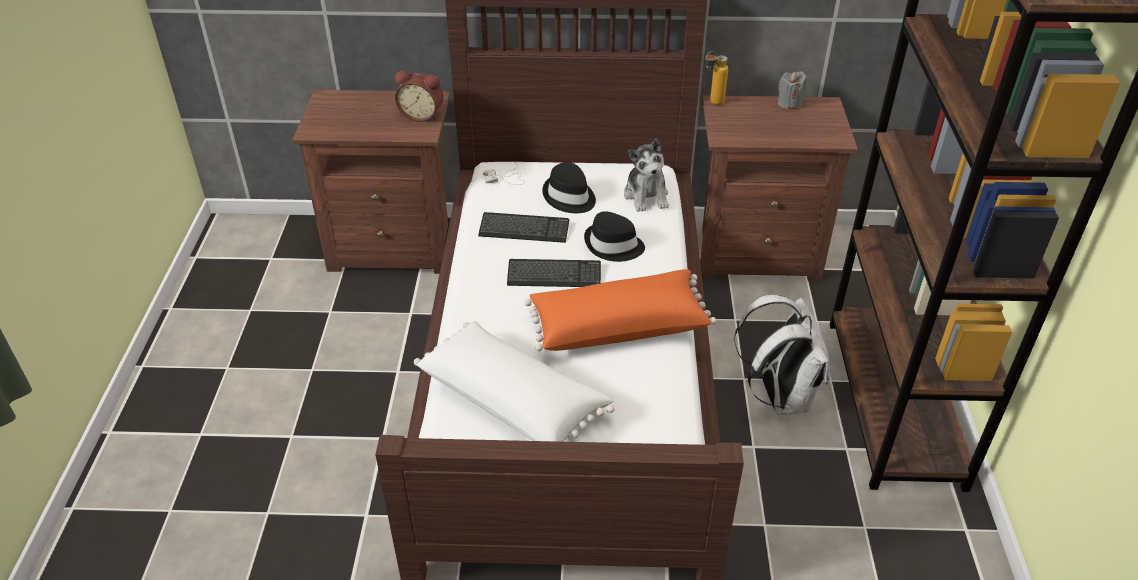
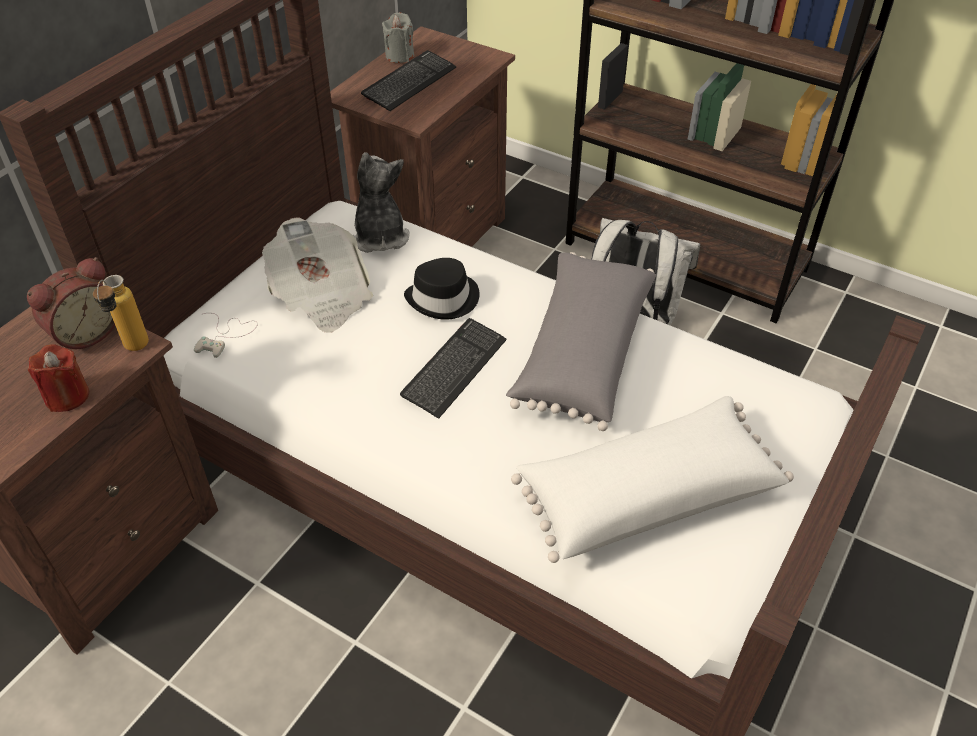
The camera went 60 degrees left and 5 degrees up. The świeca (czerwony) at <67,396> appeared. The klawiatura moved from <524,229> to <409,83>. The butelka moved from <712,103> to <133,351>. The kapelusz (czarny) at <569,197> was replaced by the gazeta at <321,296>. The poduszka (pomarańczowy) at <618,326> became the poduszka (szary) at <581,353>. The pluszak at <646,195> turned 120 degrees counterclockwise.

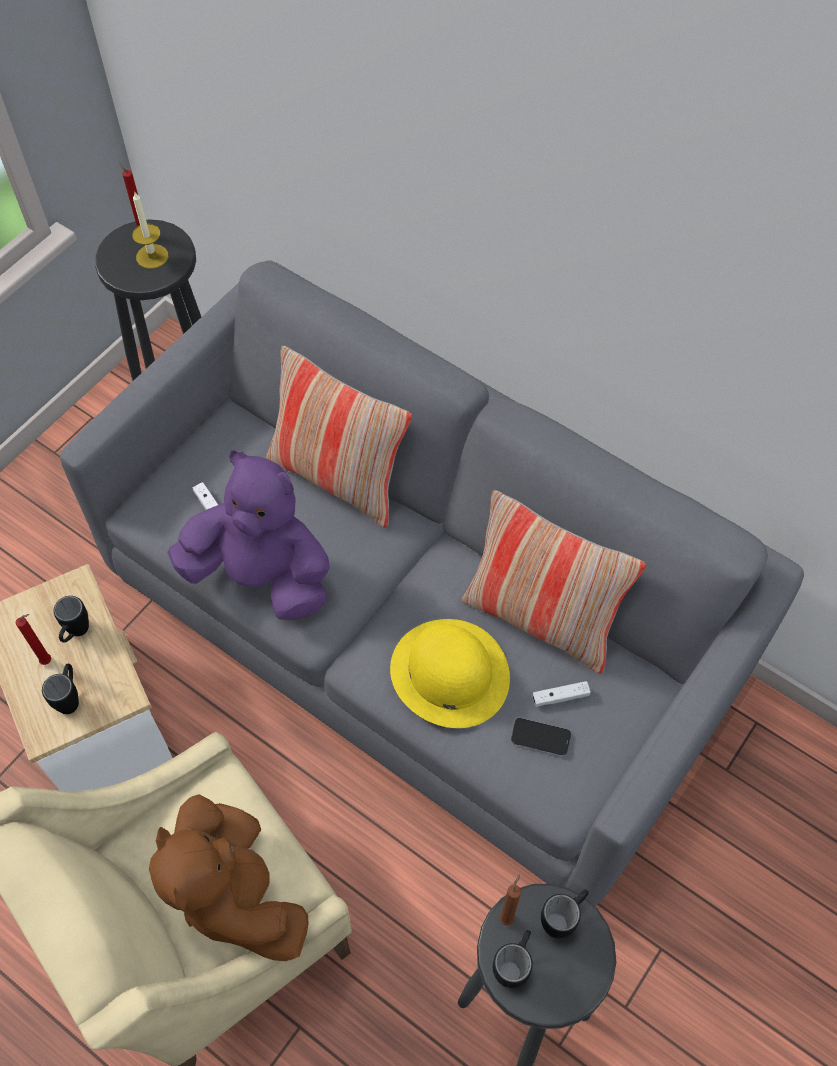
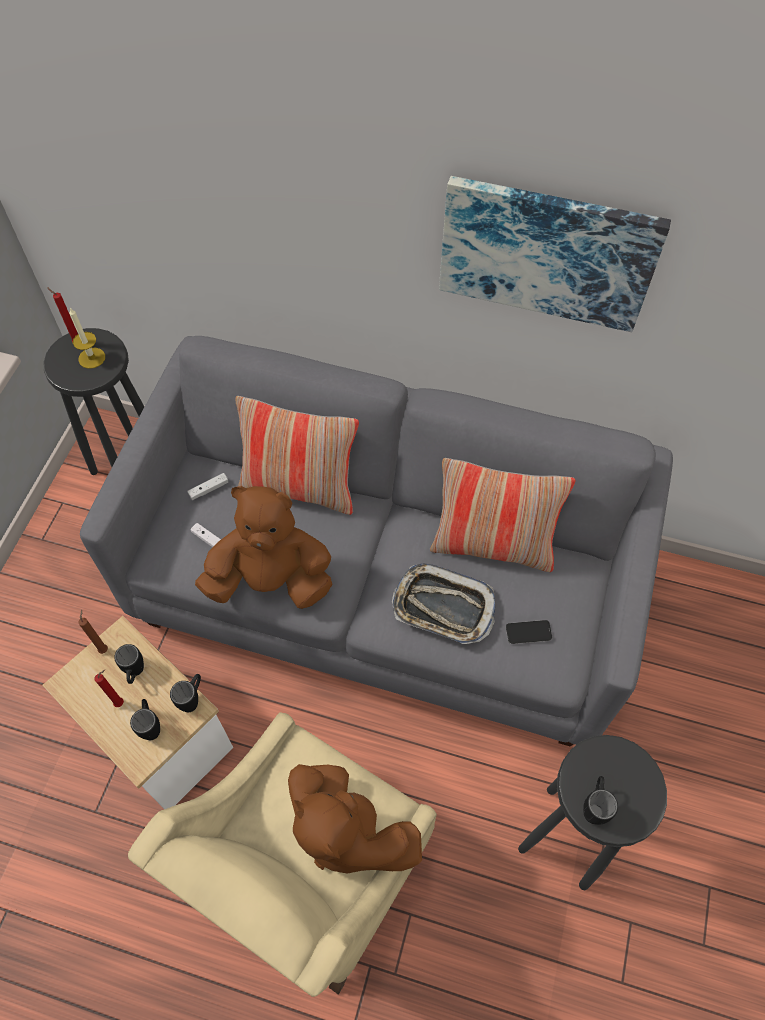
The camera went 20 degrees left and 0 degrees up. The obraz at <547,252> appeared. The świeca (brązowy) moved from <507,916> to <104,648>. The pad do gier (biały) moved from <560,697> to <209,489>. The kubek (czarny) moved from <563,918> to <192,698>. The kapelusz (żółty) at <449,673> was replaced by the taca at <443,607>. The pluszak (fioletowy) at <261,576> became the pluszak (brązowy) at <271,580>.

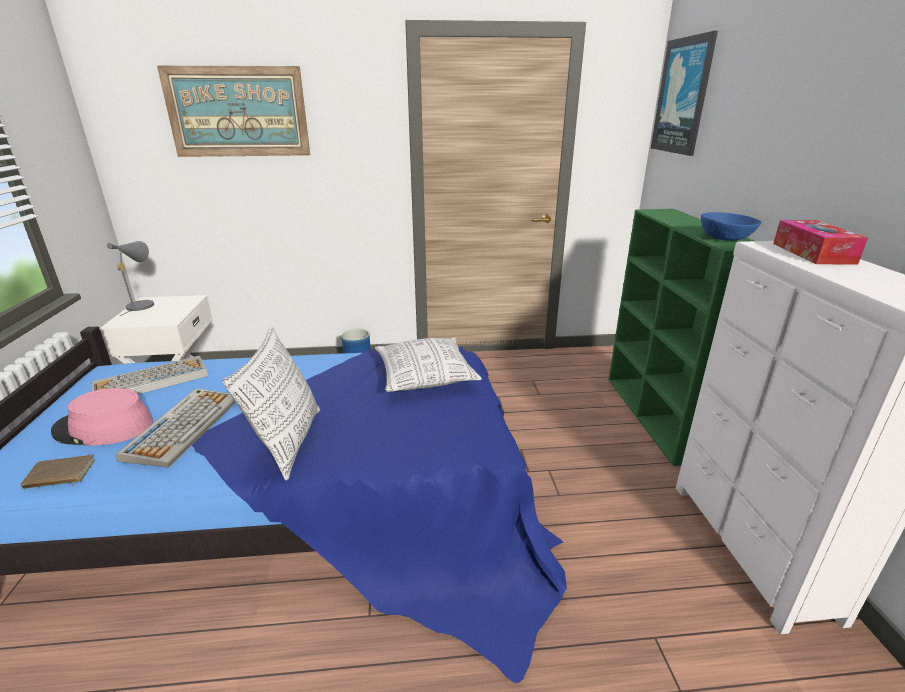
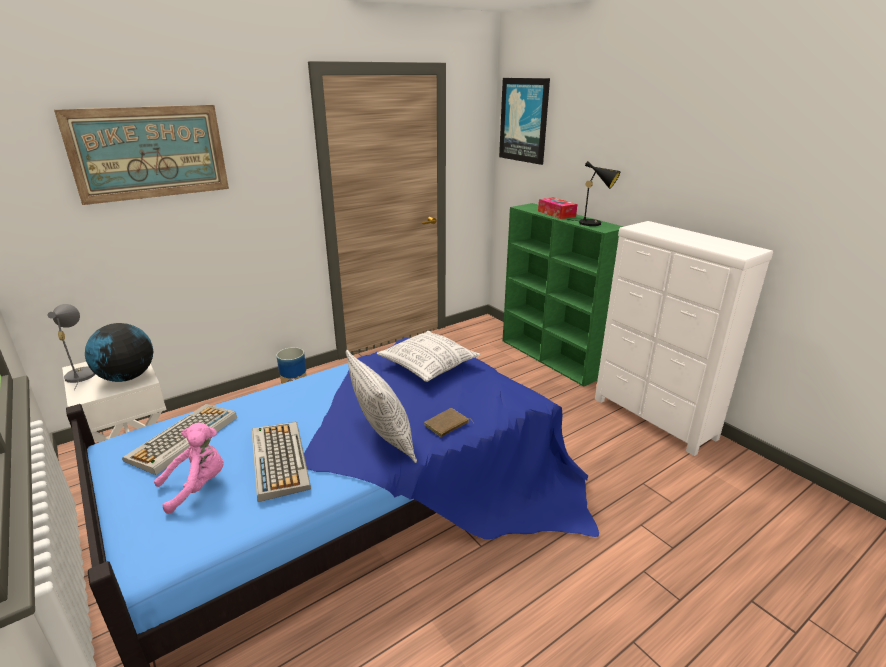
The camera went 30 degrees left and 0 degrees up. The globus at <127,377> appeared. The książka (brązowy) moved from <59,476> to <447,425>. The pudełko chusteczek moved from <812,253> to <556,214>. The kapelusz (różowy) at <104,427> was replaced by the pluszak (różowy) at <197,486>. The miska (niebieski) at <725,238> was replaced by the lampa stołowa (czarny) at <593,223>.

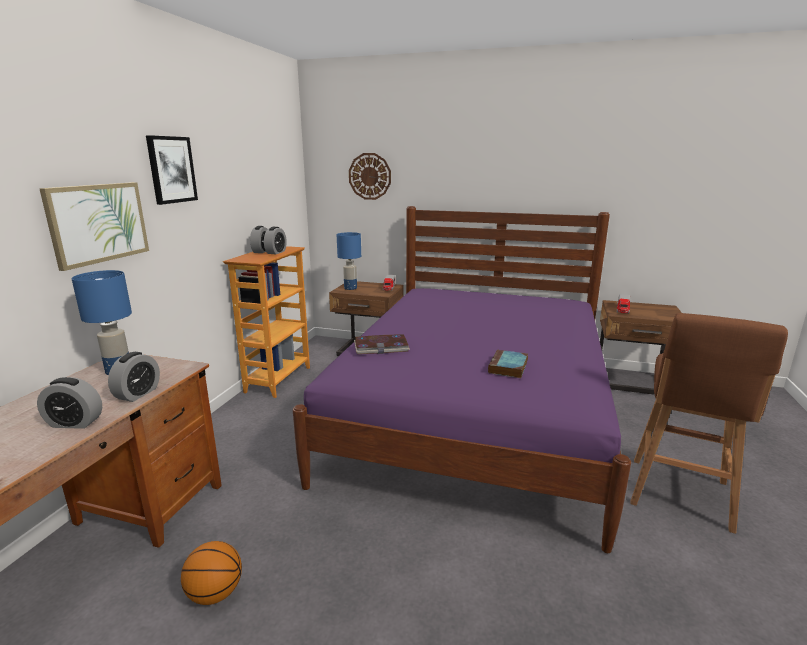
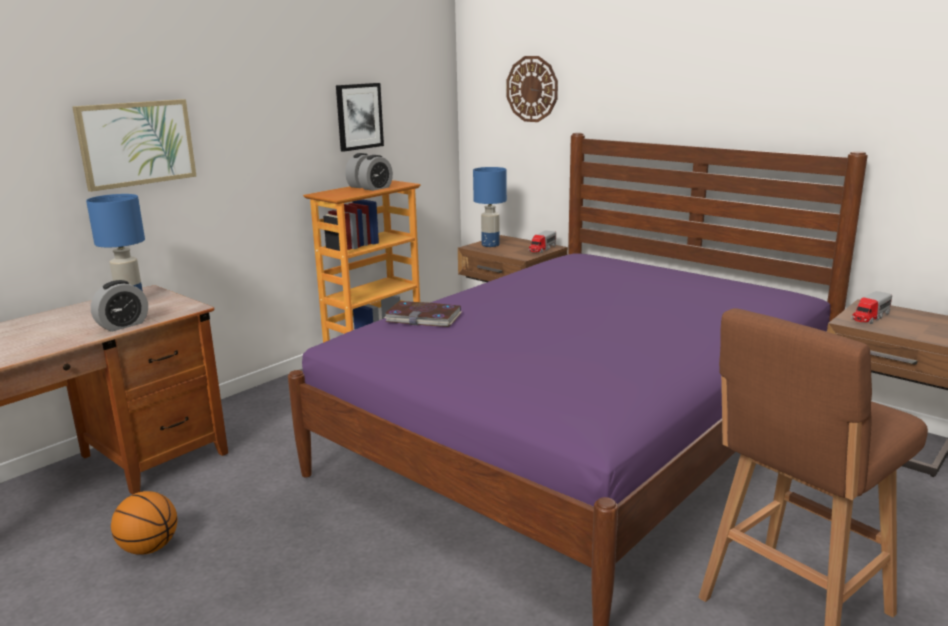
The camera went 25 degrees right and 0 degrees up. The budzik at <75,423> disappeared. The książka at <508,367> disappeared. The obraz moved from <171,169> to <359,116>.

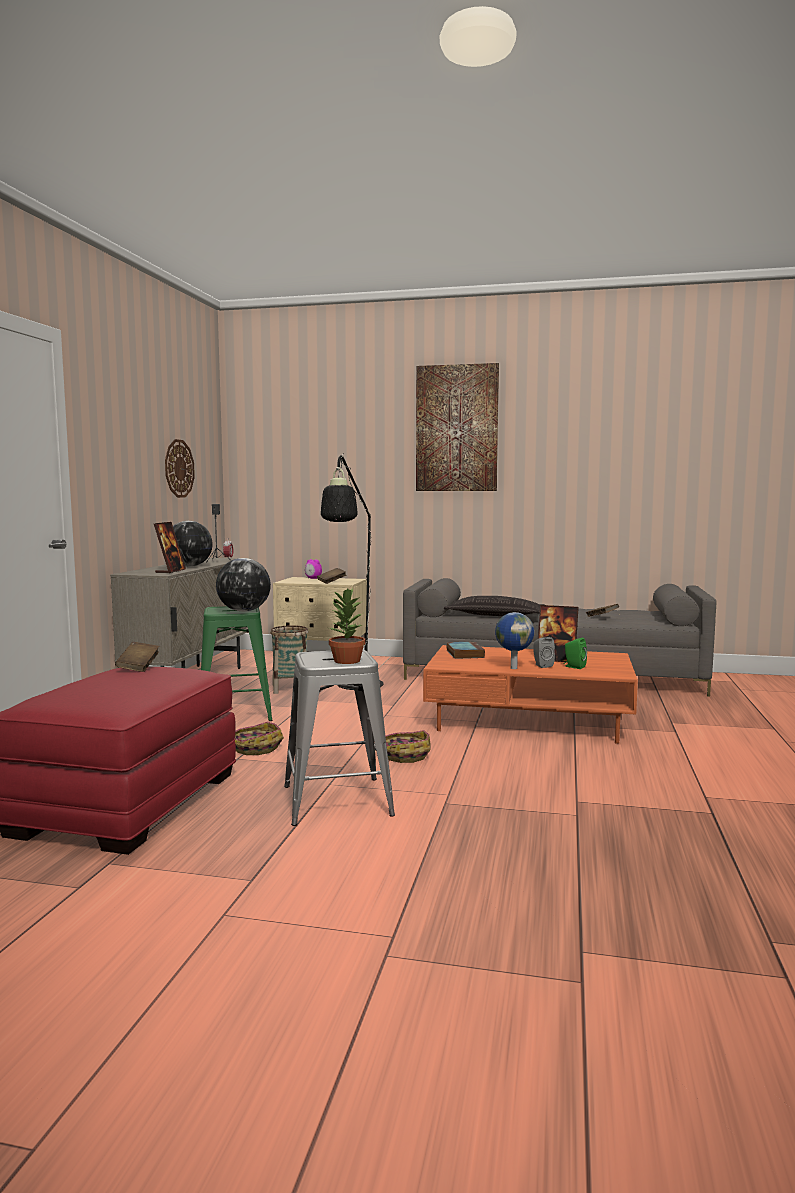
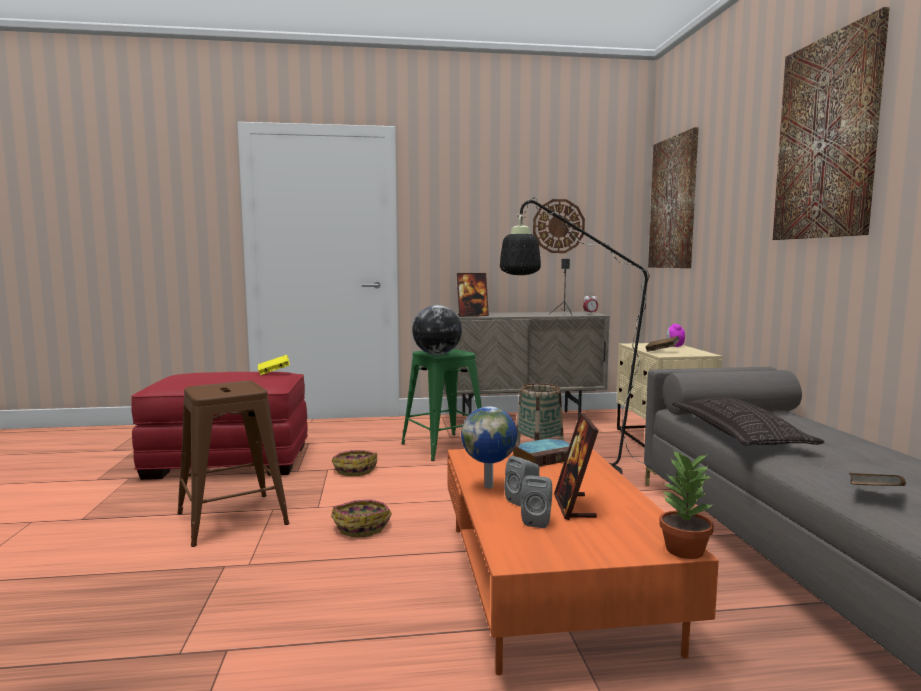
The camera went 70 degrees right and 0 degrees up. The globus at <189,566> disappeared. The obraz at <673,203> appeared. The roślina doniczkowa moved from <346,661> to <683,550>. The książka (brązowy) at <138,667> became the książka (żółty) at <274,372>. The stołek (szary) at <336,801> became the stołek (brązowy) at <231,518>. The głośnik (zielony) at <573,667> became the głośnik (szary) at <537,521>.

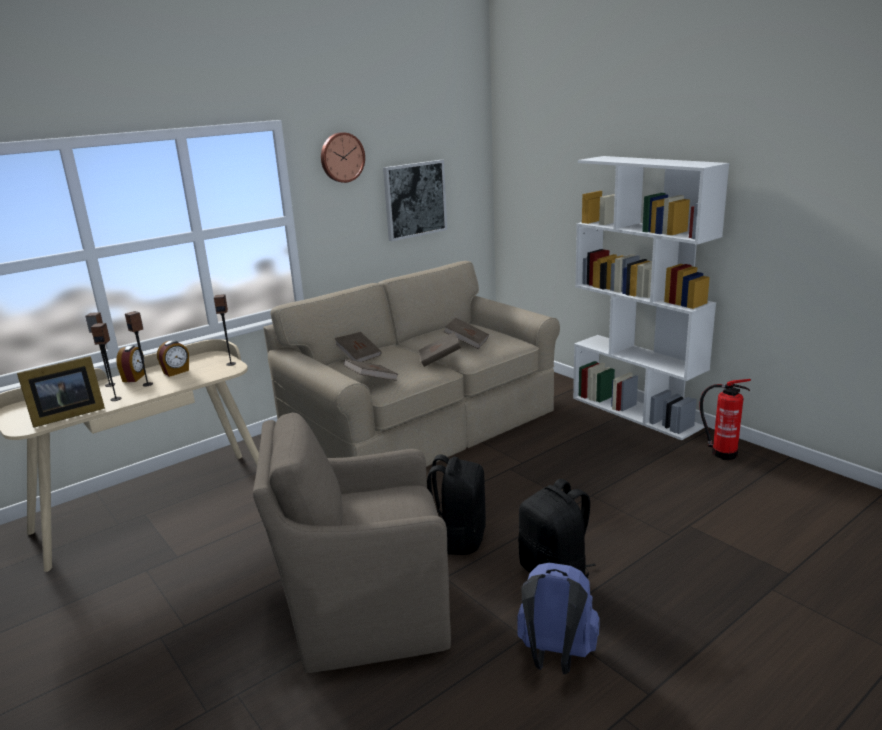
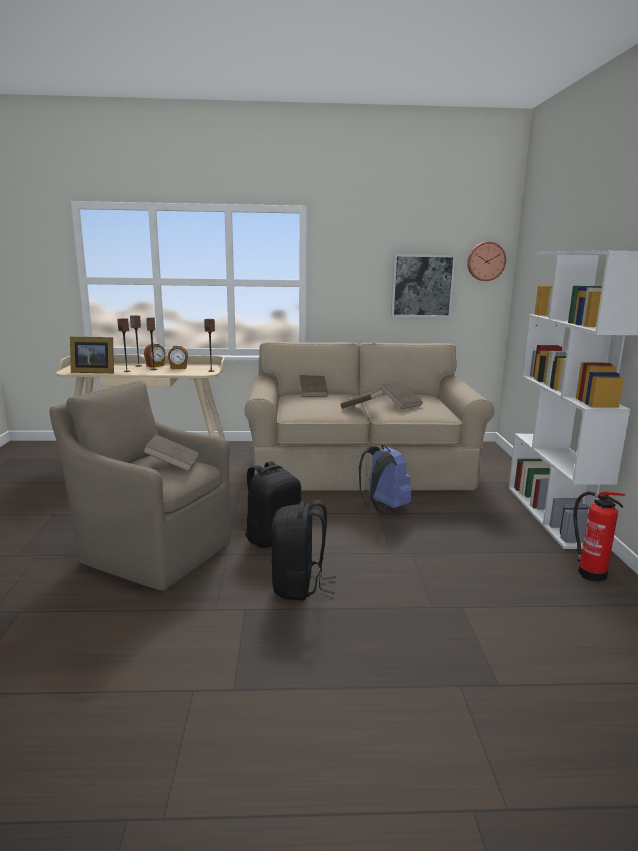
The camera went 35 degrees right and 5 degrees down. The zegar ścienny moved from <341,157> to <485,261>. The książka (brązowy) moved from <371,381> to <173,464>. The plecak (niebieski) moved from <555,657> to <383,507>.

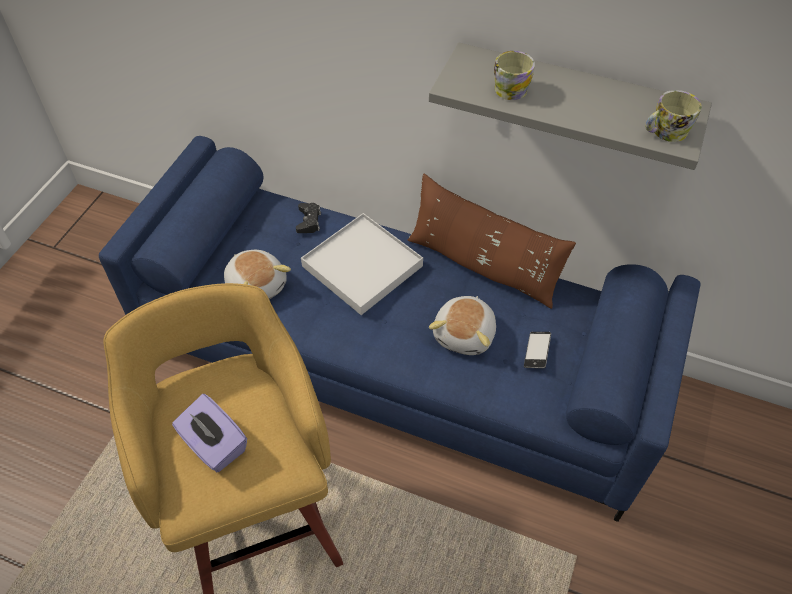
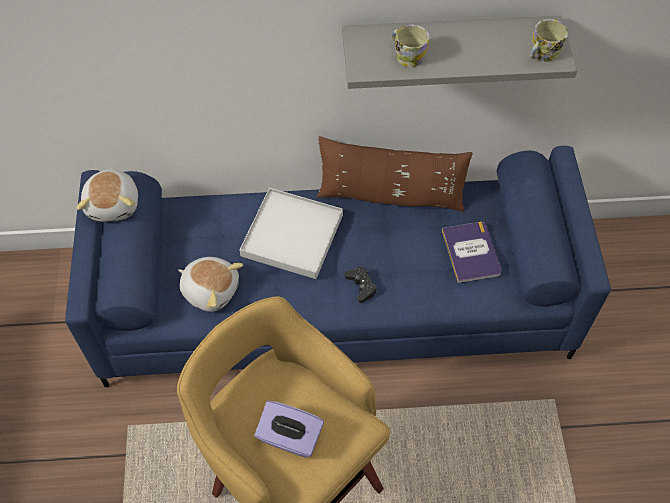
The camera went 25 degrees left and 5 degrees up. The pad do gier (czarny) moved from <309,221> to <361,286>. The pluszak moved from <465,334> to <114,204>. The telefon at <536,352> was replaced by the książka at <471,252>.

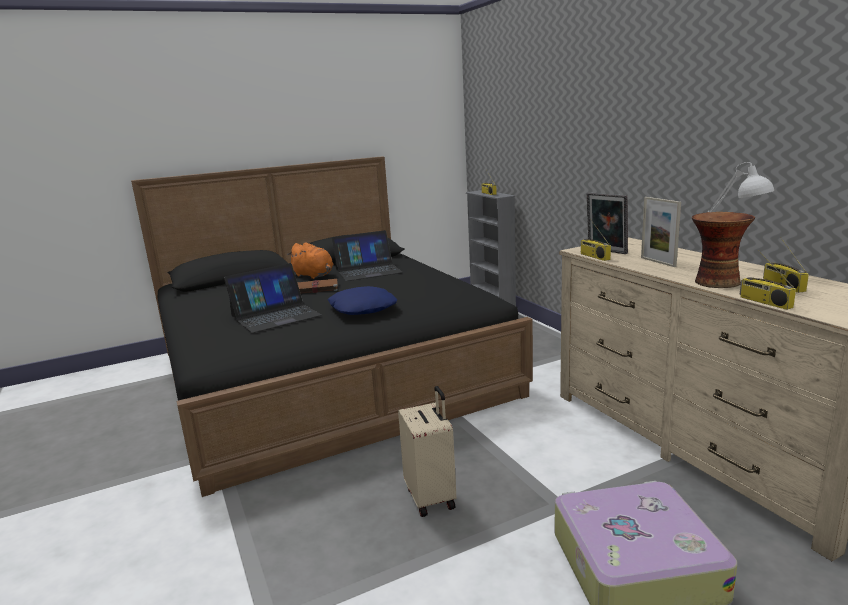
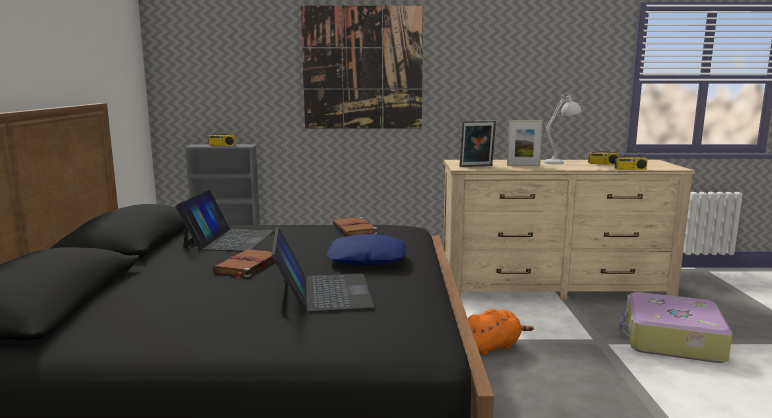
The camera went 65 degrees left and 5 degrees down. The walizka (beżowy) at <431,497> disappeared. The radio at <594,256> disappeared. The wazon at <715,282> disappeared. The obraz at <362,68> appeared. The książka (brązowy) at <355,229> appeared. The pluszak (pomarańczowy) moved from <314,275> to <493,346>.

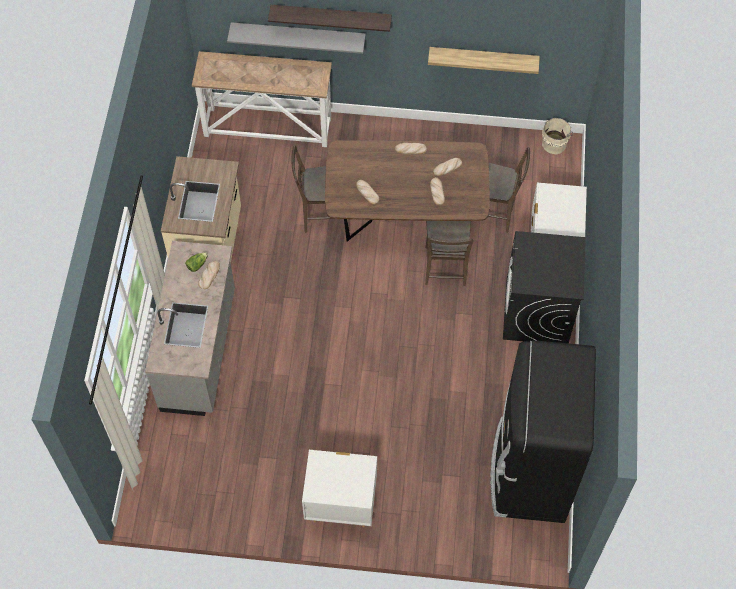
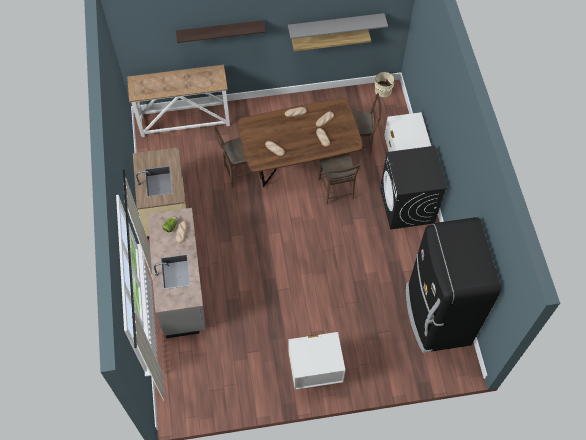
The camera went 15 degrees left and 0 degrees up. The półka (szary) moved from <298,35> to <335,24>.

